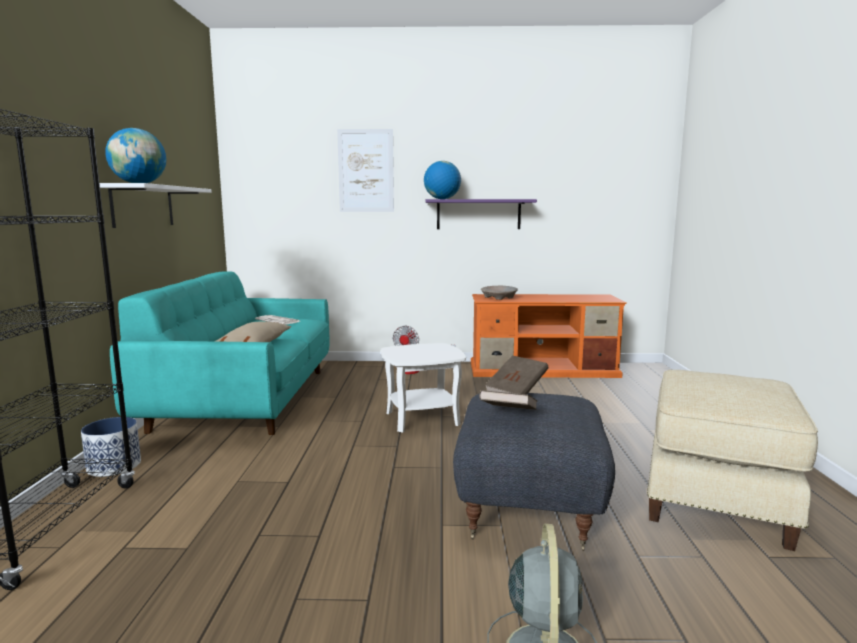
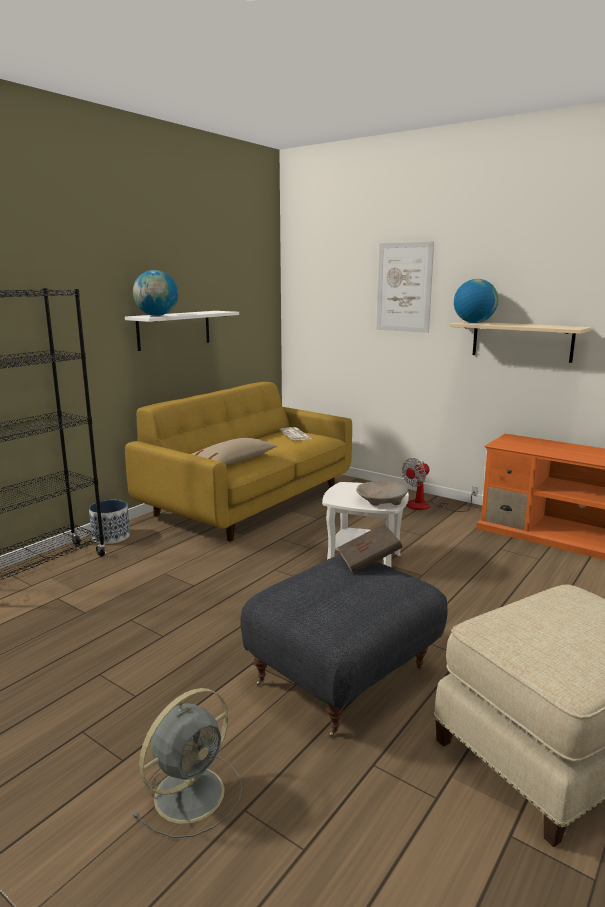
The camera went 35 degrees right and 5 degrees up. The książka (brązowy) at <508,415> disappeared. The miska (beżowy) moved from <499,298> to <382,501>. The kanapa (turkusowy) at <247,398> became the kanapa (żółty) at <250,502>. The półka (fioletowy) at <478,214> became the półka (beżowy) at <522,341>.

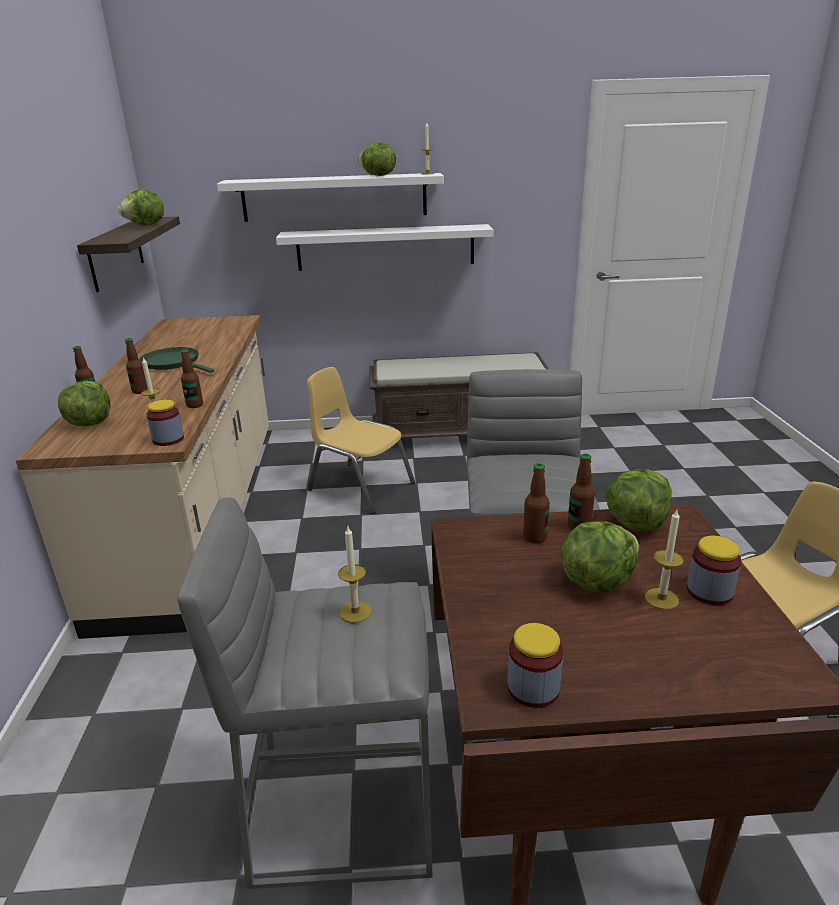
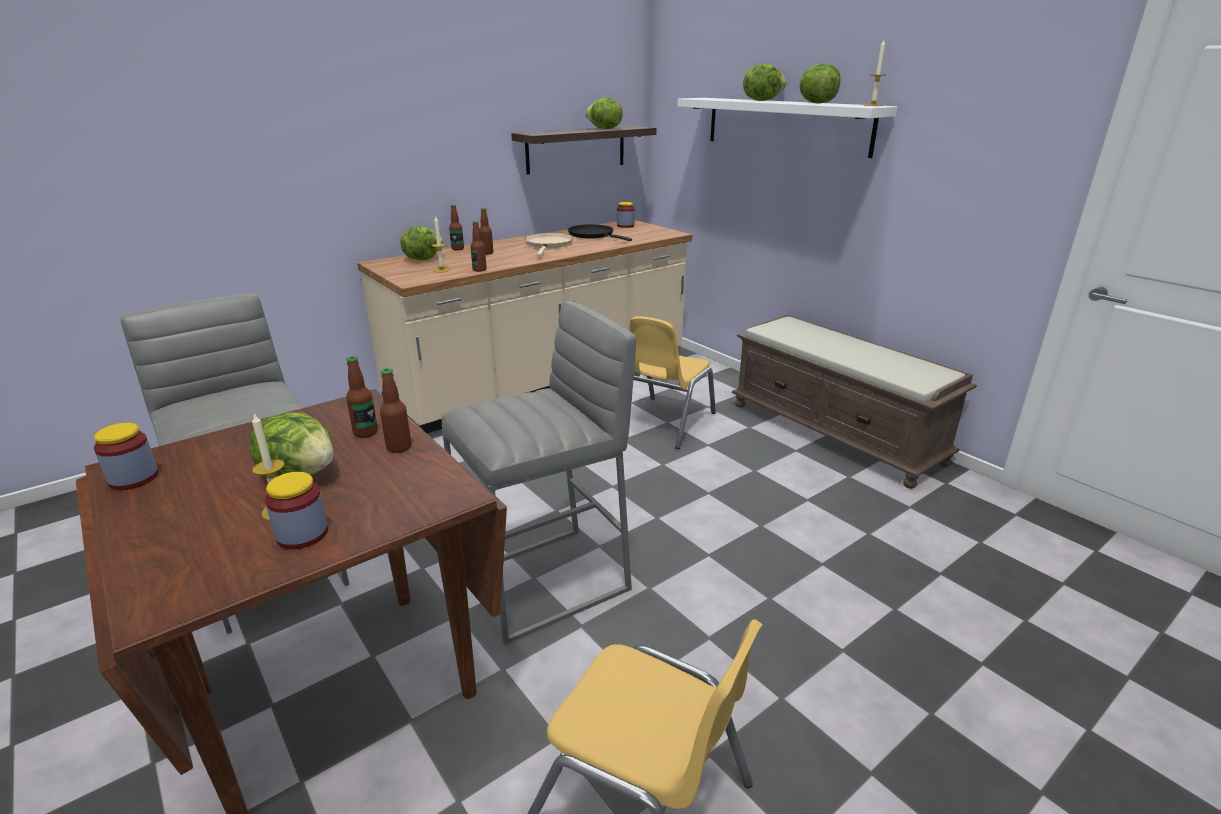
The camera went 55 degrees right and 0 degrees up. The półka (biały) at <385,247> disappeared. The świeca at <355,612> disappeared. The patelnia (czarny) at <593,235> appeared. The słoik moved from <168,439> to <625,226>. The sałata moved from <635,522> to <761,100>. The patelnia (zielony) at <173,363> became the patelnia (beżowy) at <549,245>. The krzesło (żółty) at <360,487> turned 150 degrees counterclockwise.

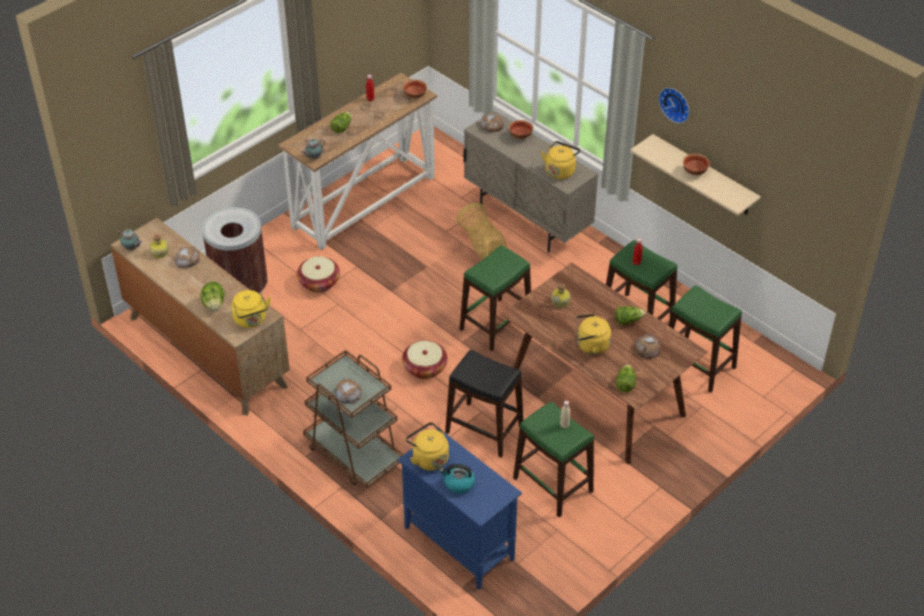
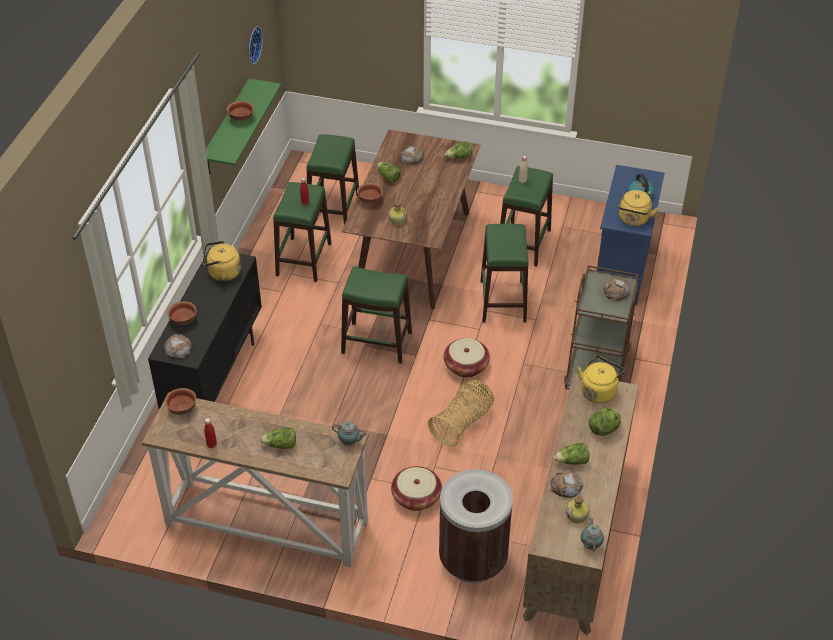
The camera went 120 degrees left and 0 degrees up. The czajnik (żółty) at <590,346> disappeared. The miska at <370,200> appeared. The sałata at <572,461> appeared. The koszyk moved from <482,245> to <462,423>. The zegar ścienny moved from <676,104> to <252,44>. The stołek (czarny) at <484,430> became the stołek (zielony) at <503,301>. The szafka (beżowy) at <527,221> became the szafka (czarny) at <215,377>. The półka (beżowy) at <703,176> became the półka (zielony) at <227,128>.

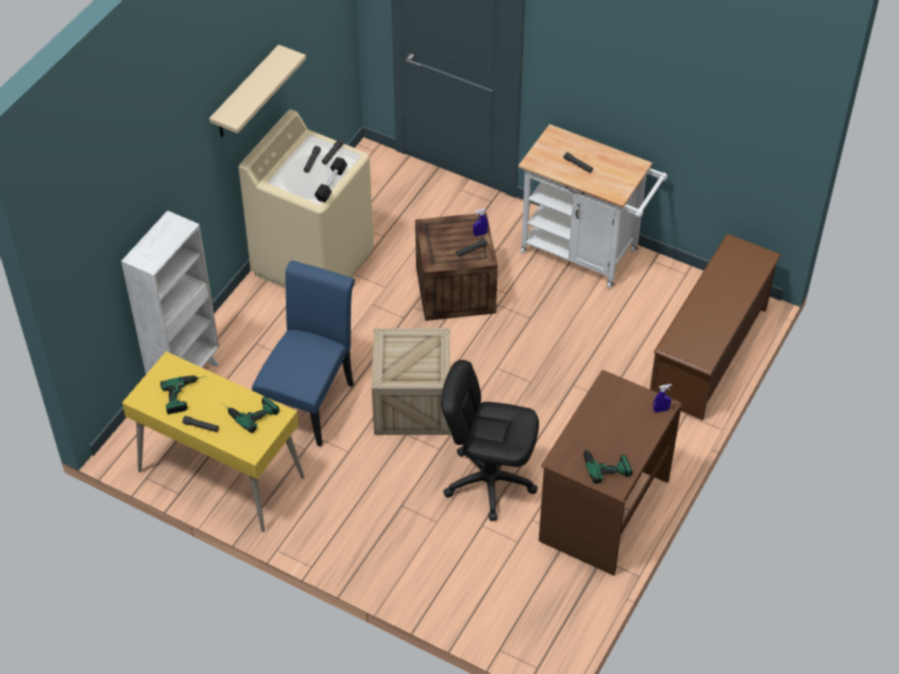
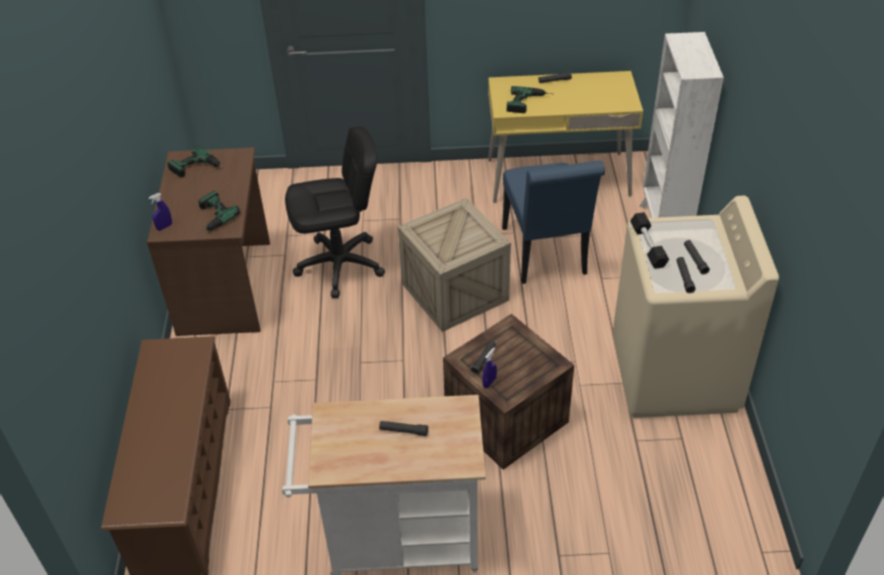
The camera went 150 degrees right and 5 degrees down. The półka (beżowy) at <246,94> disappeared. The wiertarka moved from <186,395> to <210,218>.

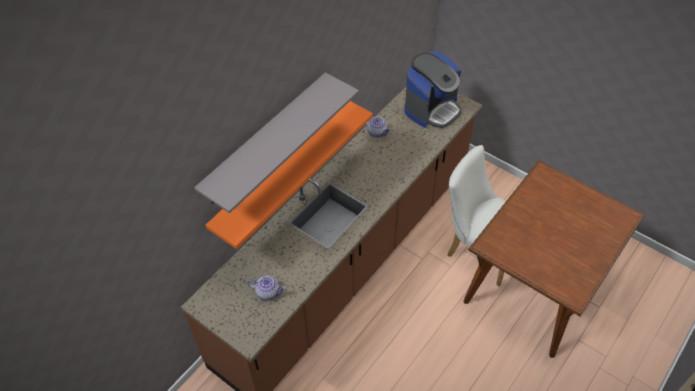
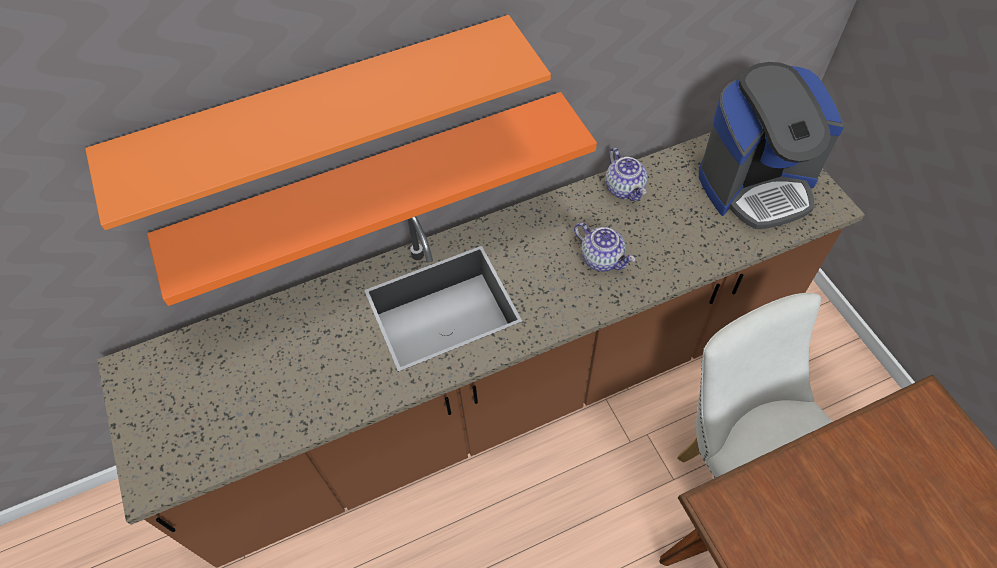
The camera went 30 degrees right and 5 degrees up. The imbryk moved from <268,292> to <602,258>. The półka (szary) at <265,139> became the półka (pomarańczowy) at <319,109>.

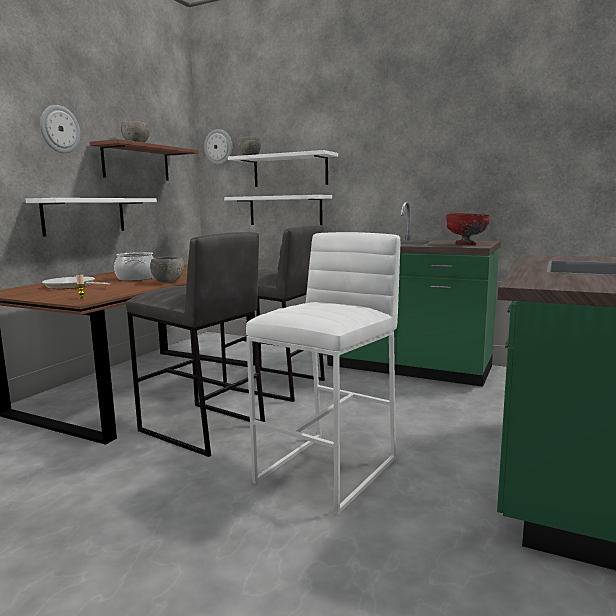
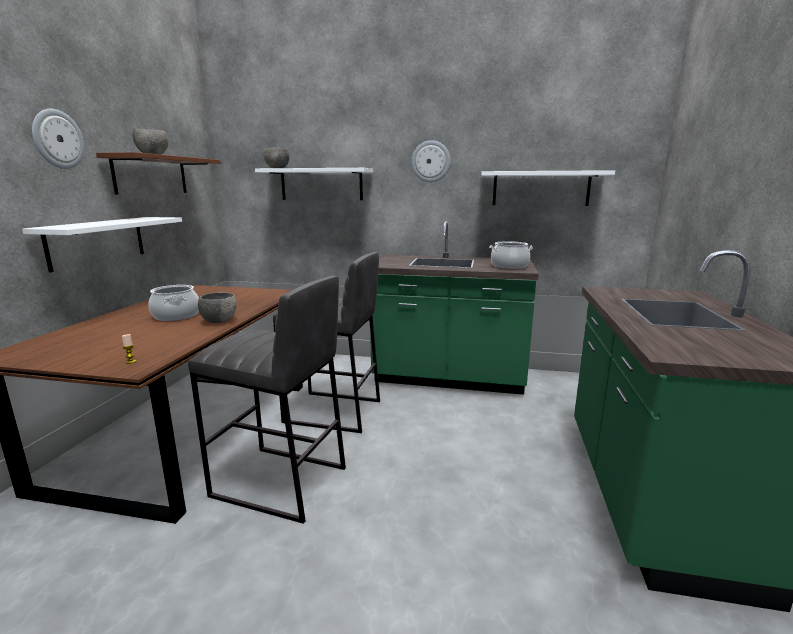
The camera went 15 degrees left and 5 degrees up. The patelnia at <72,286> disappeared. The stołek (biały) at <329,470> disappeared. The zegar ścienny moved from <218,147> to <431,161>. The półka (biały) moved from <285,210> to <540,188>. The miska (czerwony) at <466,244> was replaced by the garnek at <509,266>.

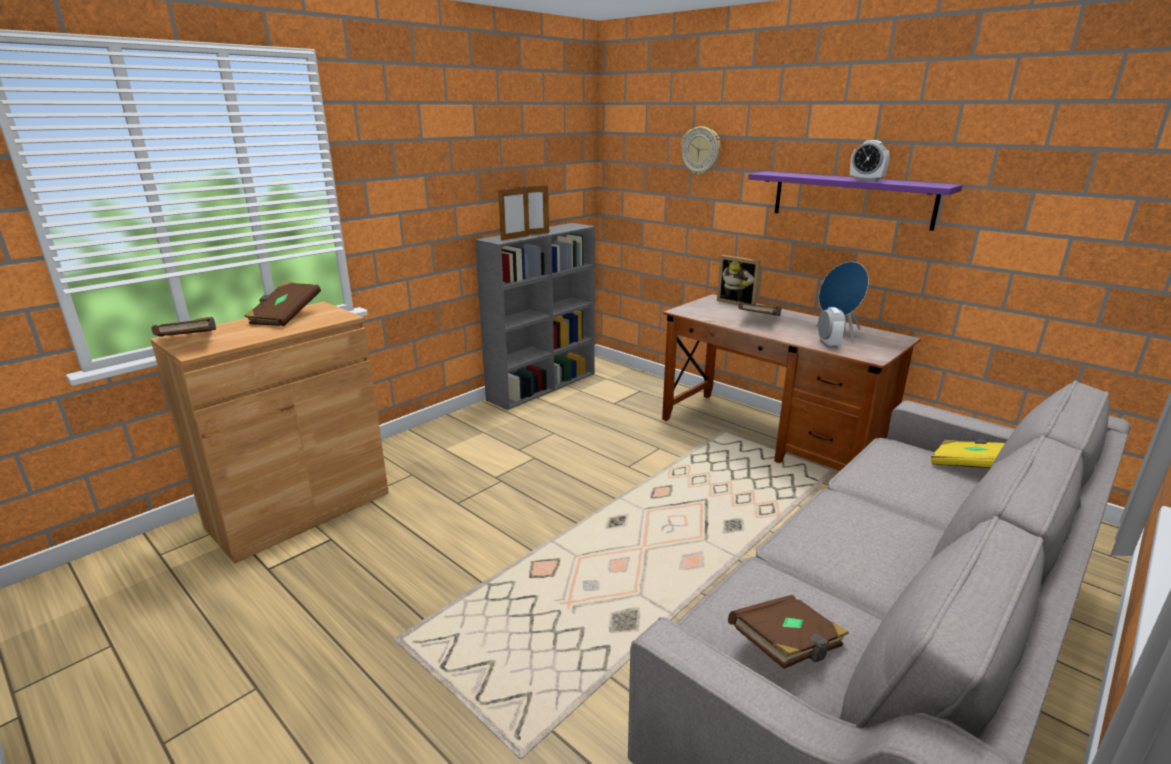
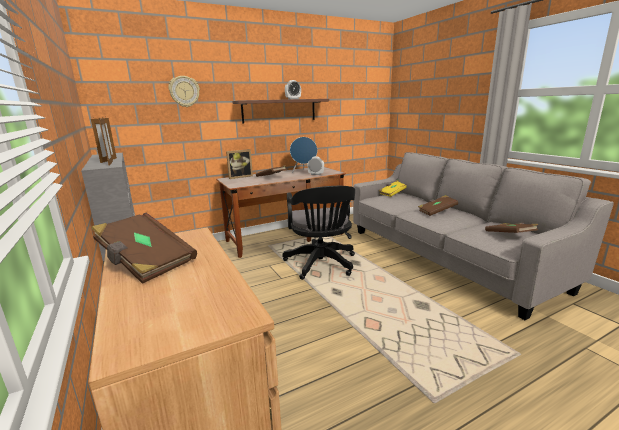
The camera went 70 degrees left and 5 degrees down. The krzesło biurowe (czarny) at <321,265> appeared. The książka (brązowy) moved from <189,342> to <436,212>. The półka (fioletowy) at <851,199> became the półka (brązowy) at <279,110>.

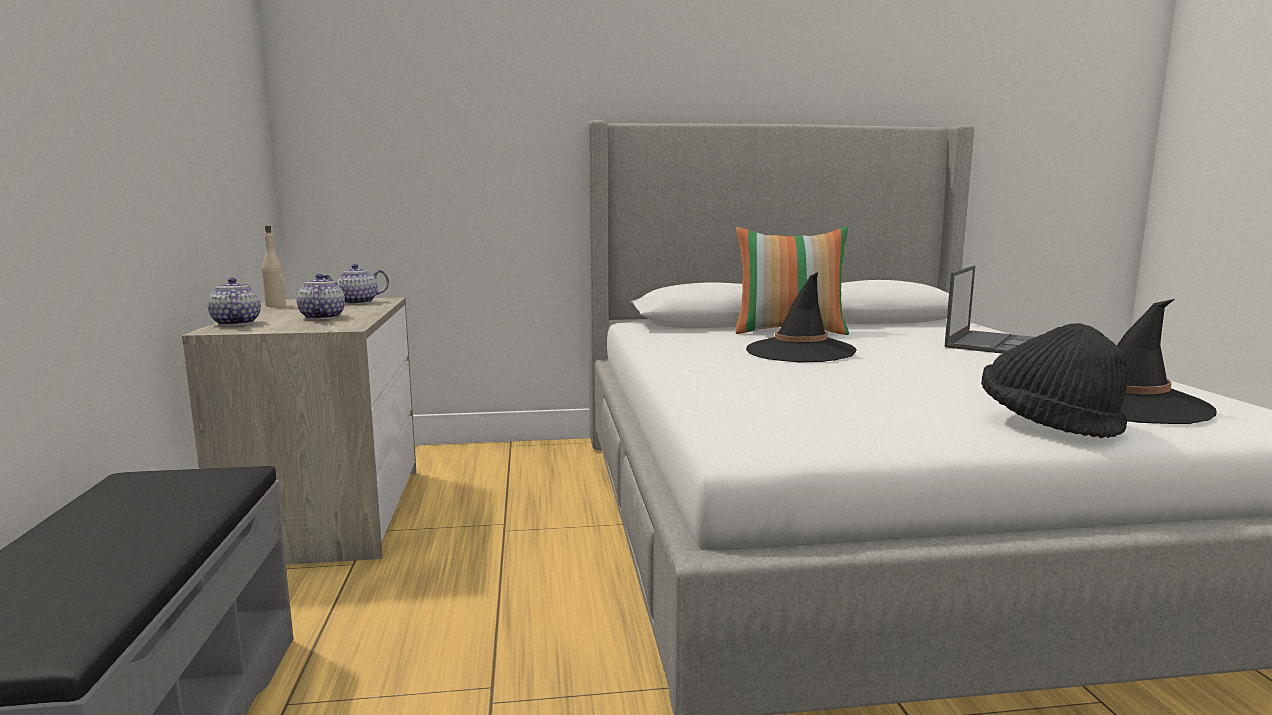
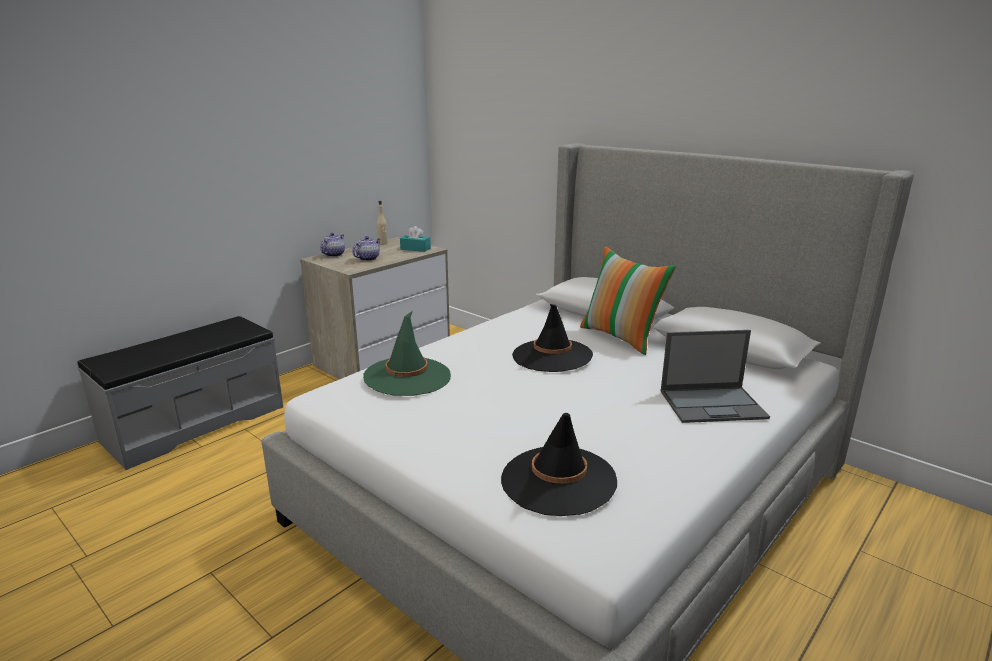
The camera went 50 degrees right and 10 degrees up. The kapelusz (czarny) at <1047,423> disappeared. The kapelusz (zielony) at <407,377> appeared. The imbryk at <357,302> was replaced by the pudełko chusteczek (turkusowy) at <415,249>.

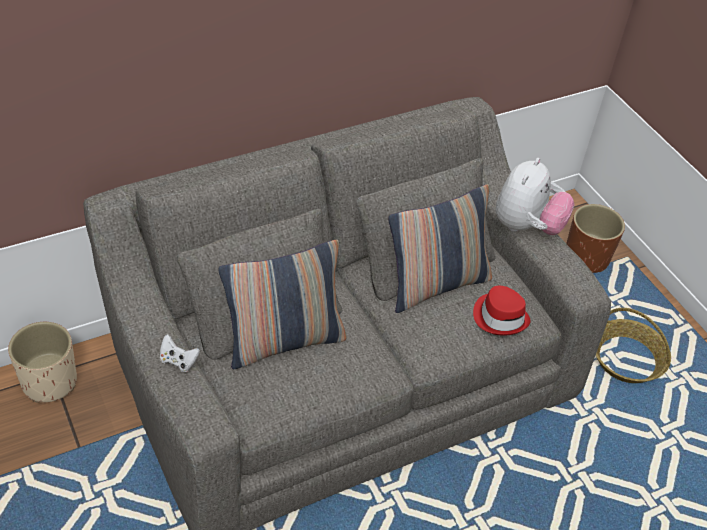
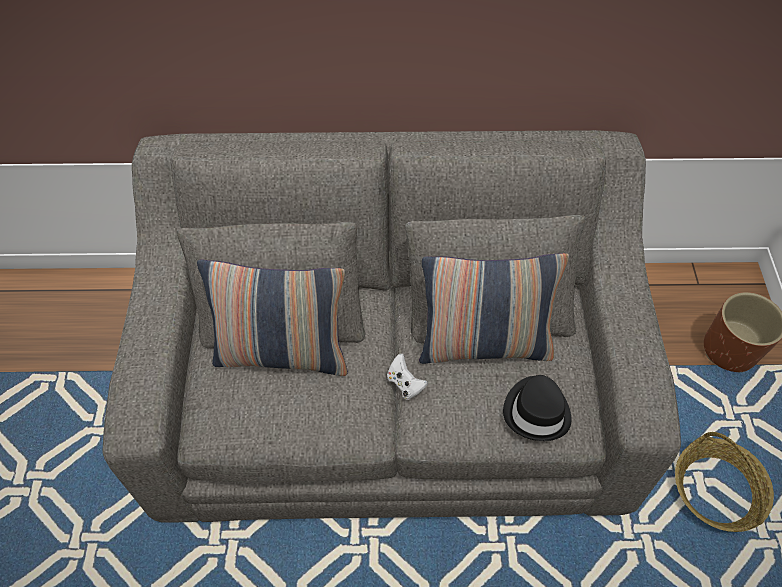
The camera went 30 degrees right and 10 degrees up. The donica (beżowy) at <50,381> disappeared. The pluszak at <526,226> disappeared. The pad do gier (biały) moved from <178,361> to <405,384>. The kapelusz (czerwony) at <500,317> became the kapelusz (czarny) at <537,411>.

